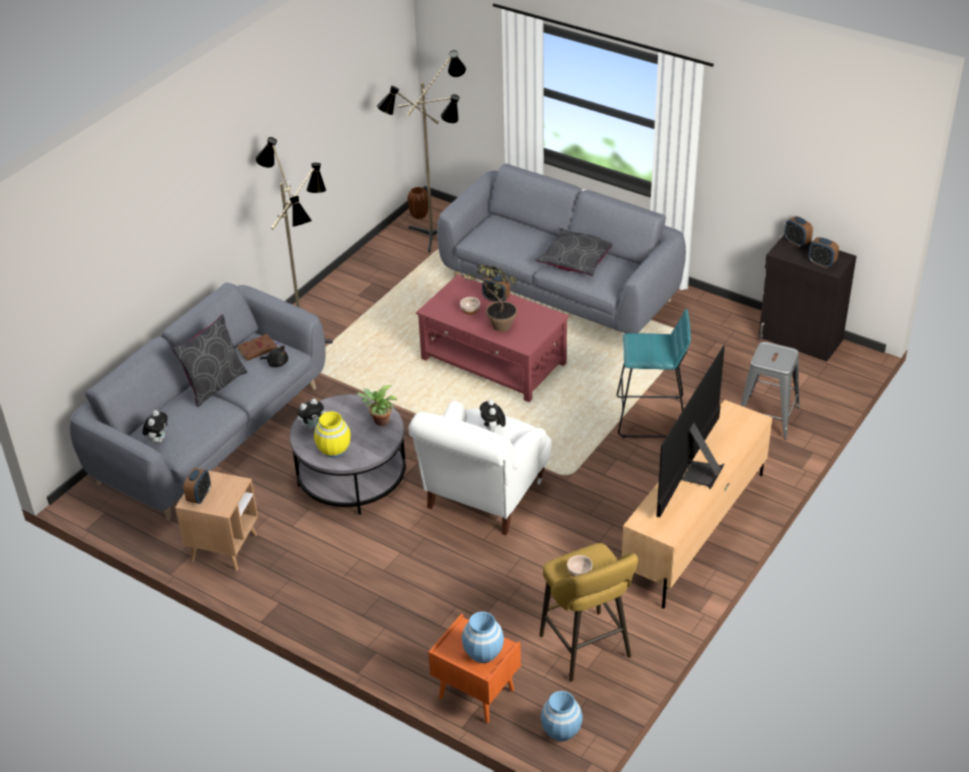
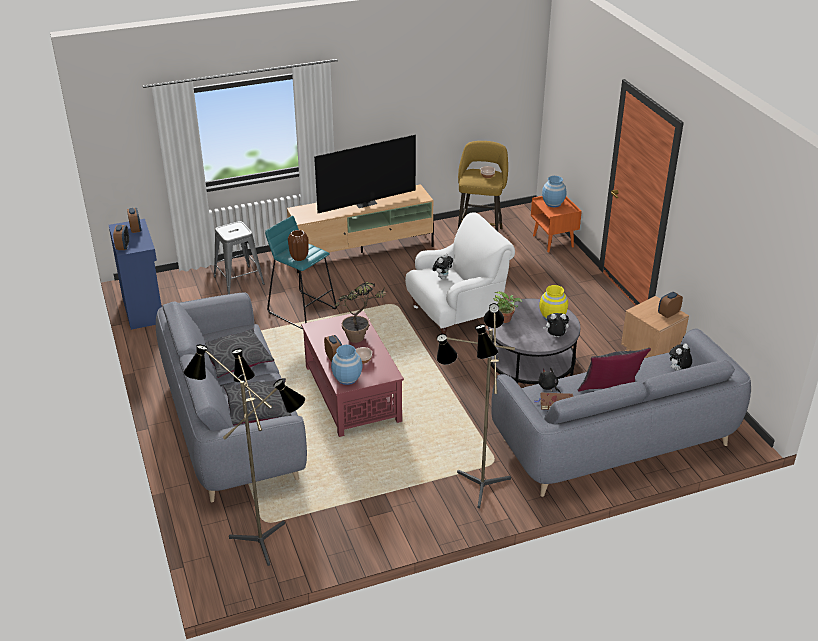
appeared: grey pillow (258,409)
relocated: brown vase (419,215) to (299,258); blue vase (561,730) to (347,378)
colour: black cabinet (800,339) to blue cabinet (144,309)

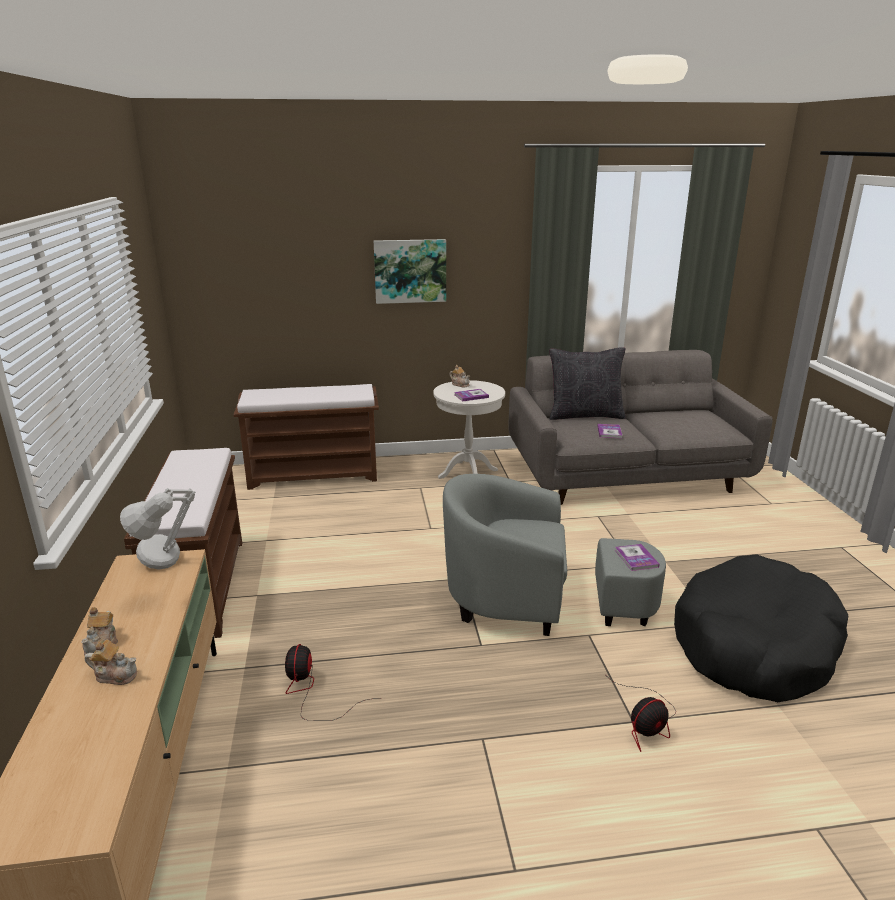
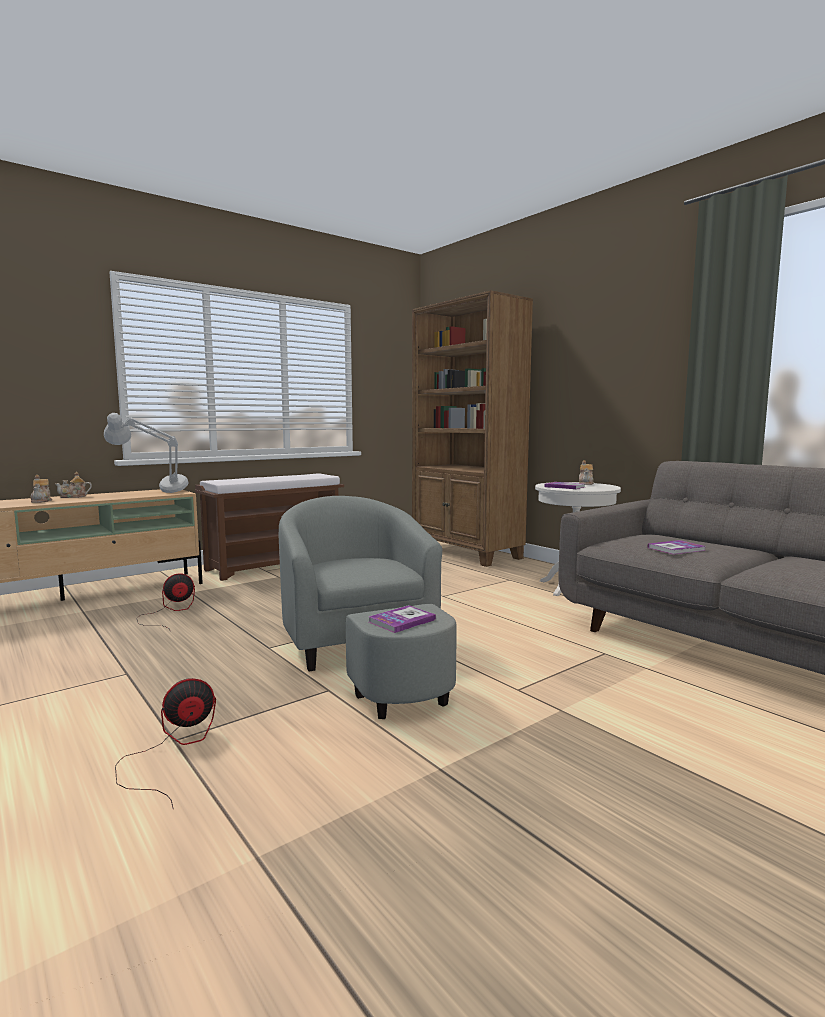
missing: picture (410,271); black pillow (584,415); black dog bed (755,646)
exchanged: brown bench (314,475) to brown bookcase (466,553)
spun: fan (646,723) = (174,748) 120 degrees clockwise

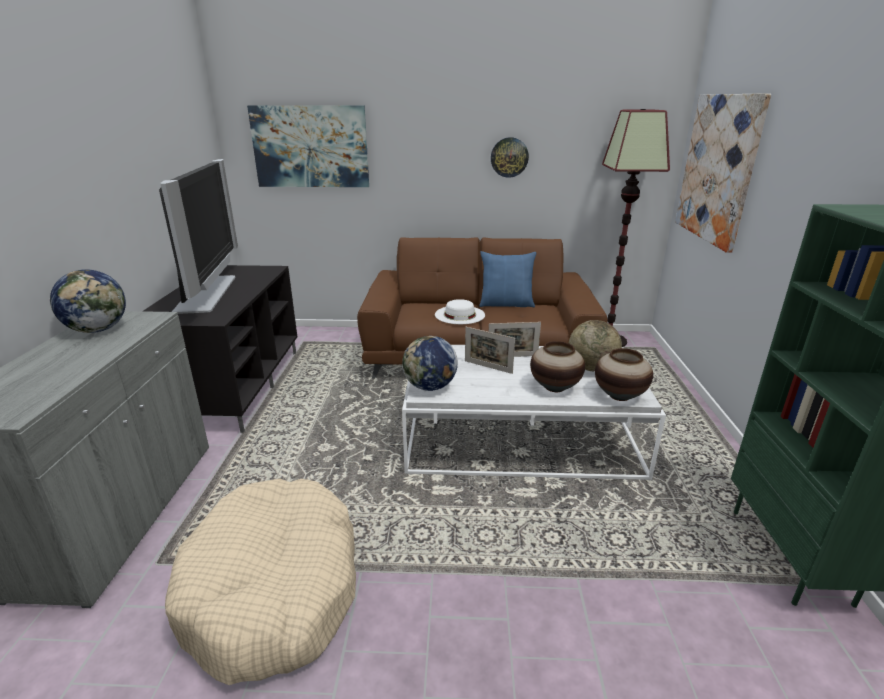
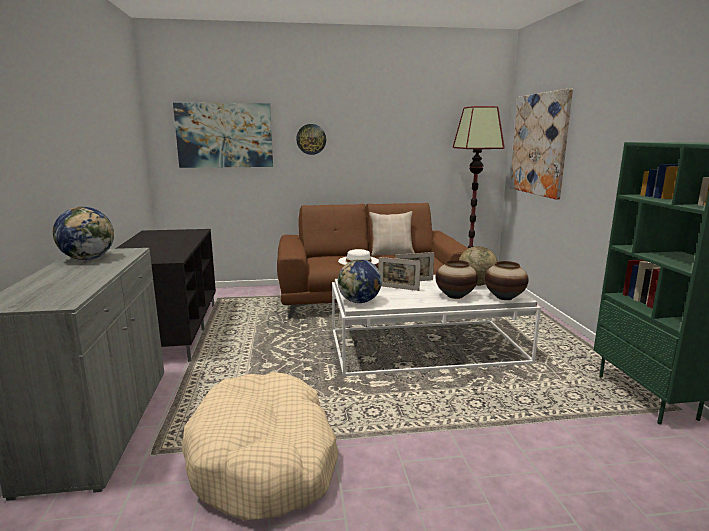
missing: television (209,293)
relocated: wall clock (509,157) to (311,139)
colour: blue pillow (506,304) to beige pillow (391,253)

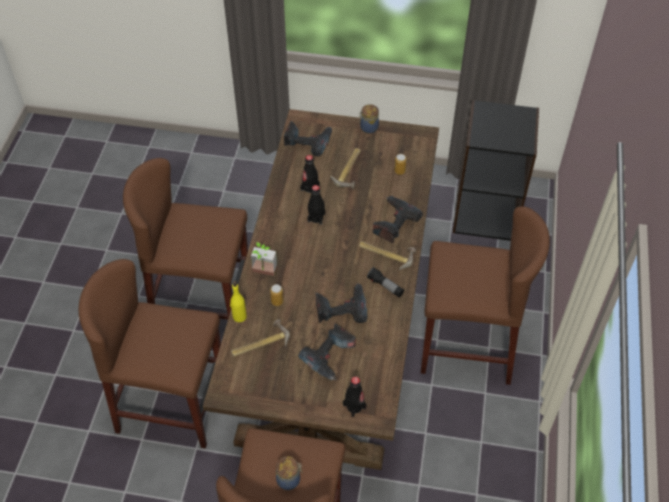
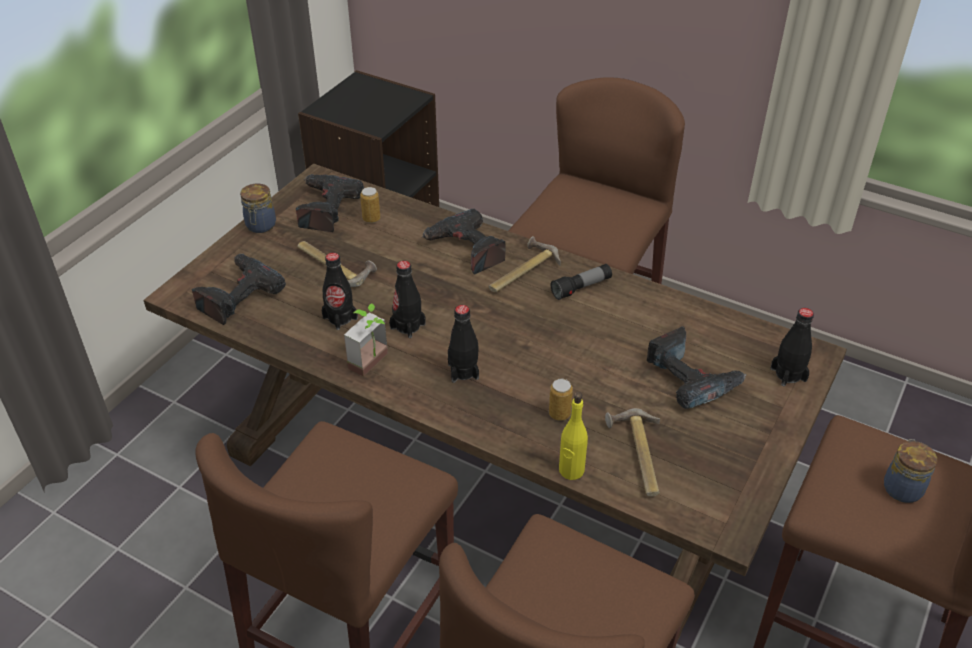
appeared: black bottle (463,371)
relocated: potted plant (263,273) to (374,364); power drill (341,308) to (325,209)

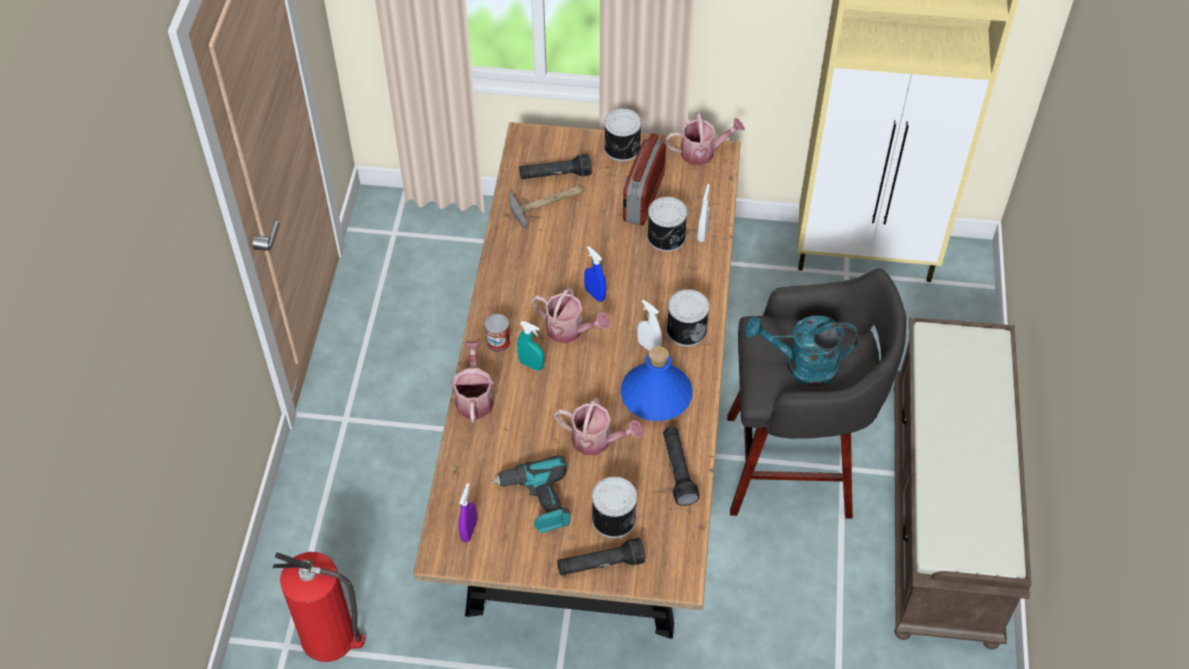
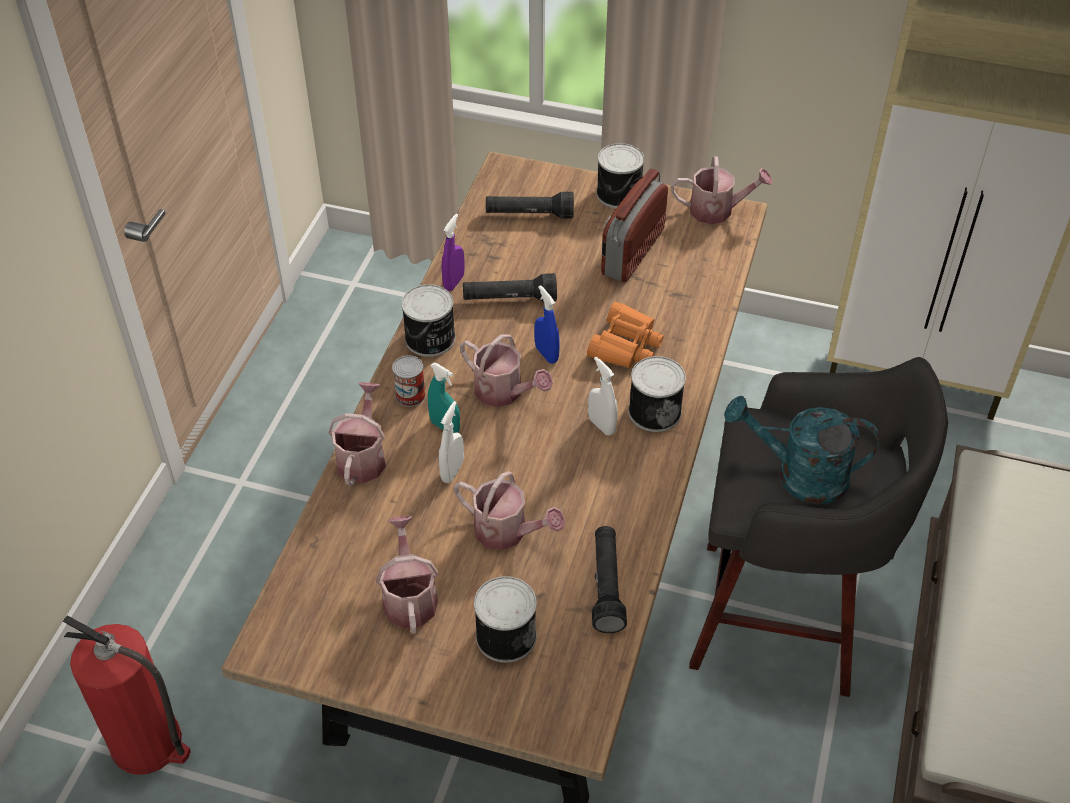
missing: hammer (547,201); blue bottle (656,396)
appeared: orange binoculars (625,346)
relocated: white spray bottle (702,234) to (452,471); can (667,237) to (430,339); purple spray bottle (469,531) to (454,282); black flashlight (600,565) to (509,299)
exchanged: power drill (537,500) to watering can (409,597)

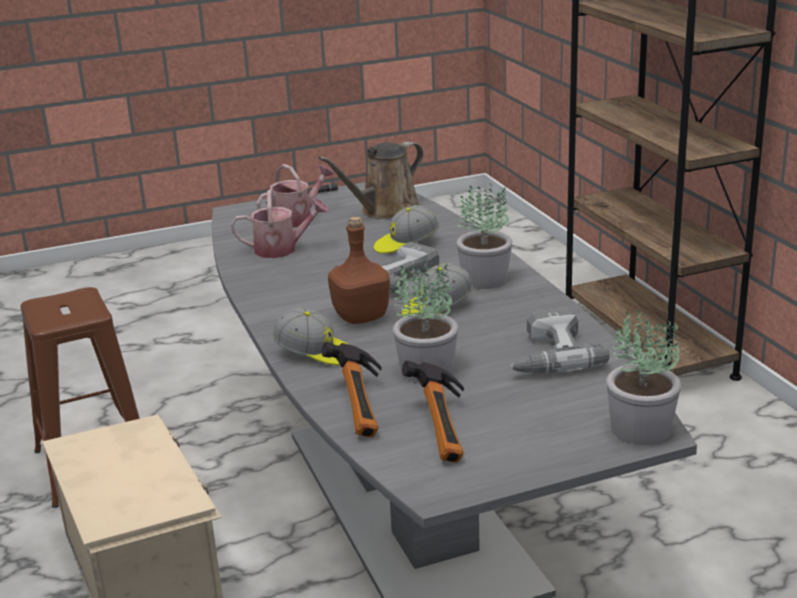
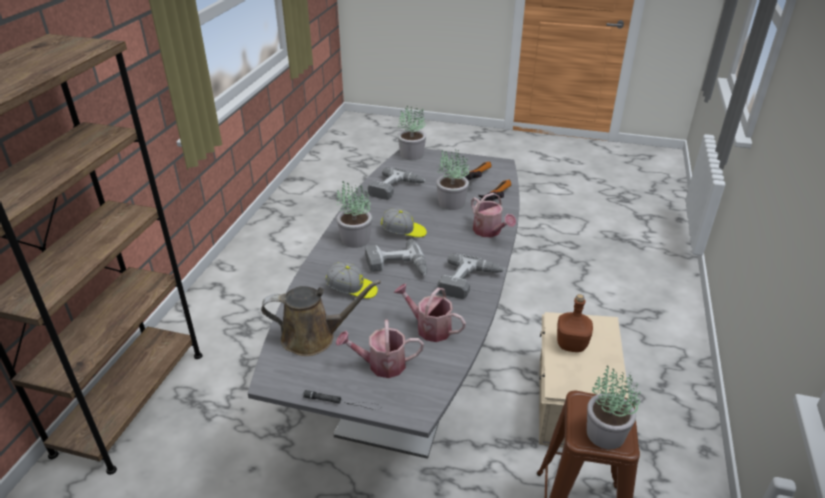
appeared: power drill (469,282); potted plant (604,433)
relocated: brown bottle (361,317) to (571,344)
exchanged: cap (315,354) to watering can (489,232)

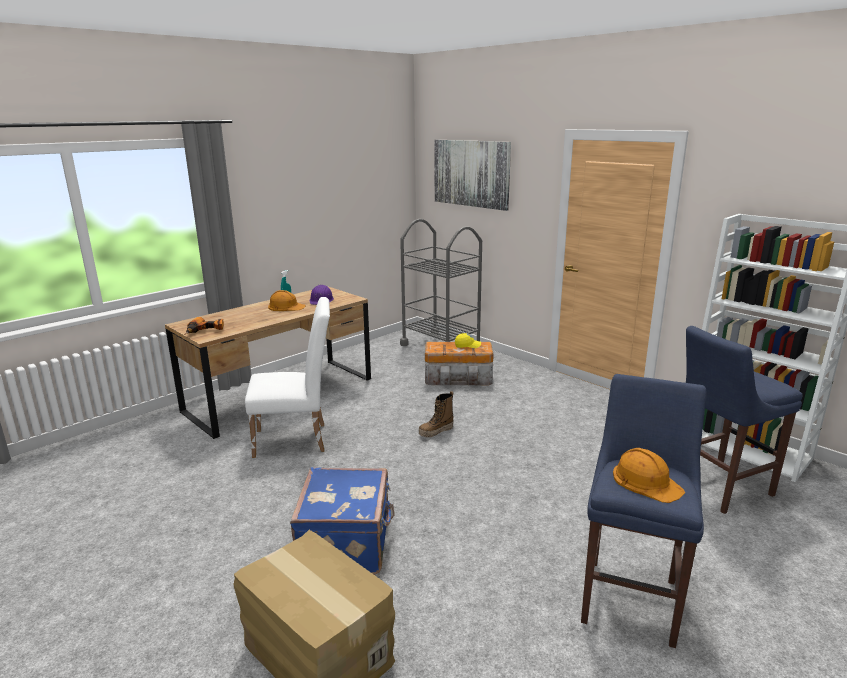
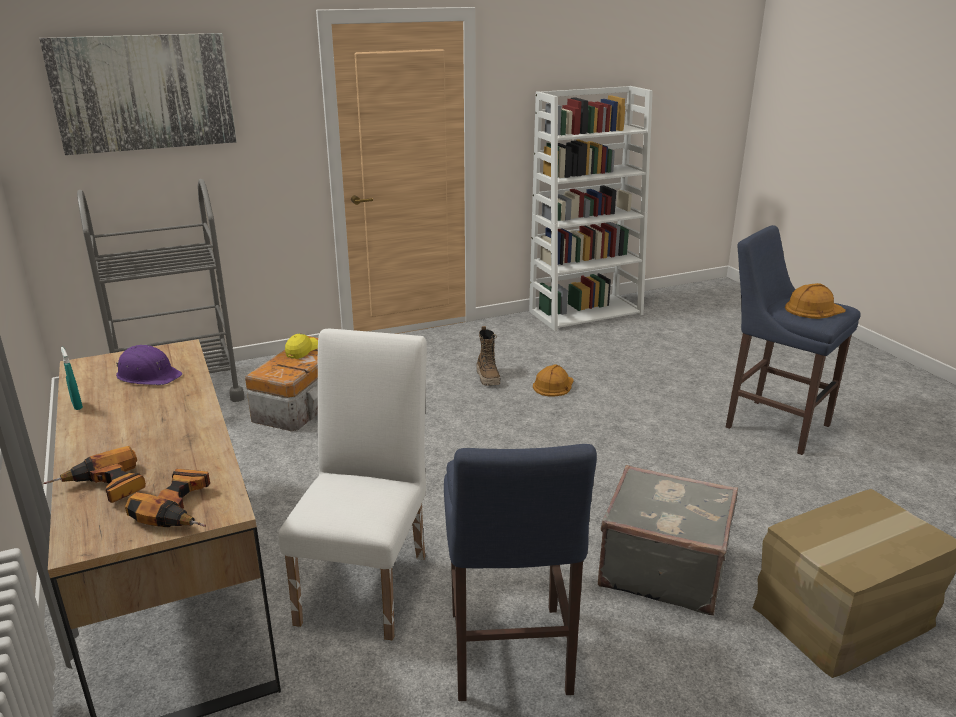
appeared: power drill (106,488)
relocated: orange hard hat (286,306) to (553,385); blue stool (717,487) to (509,657); boot (436,431) to (488,378)
colour: blue suitcase (347,544) to grey suitcase (662,568)

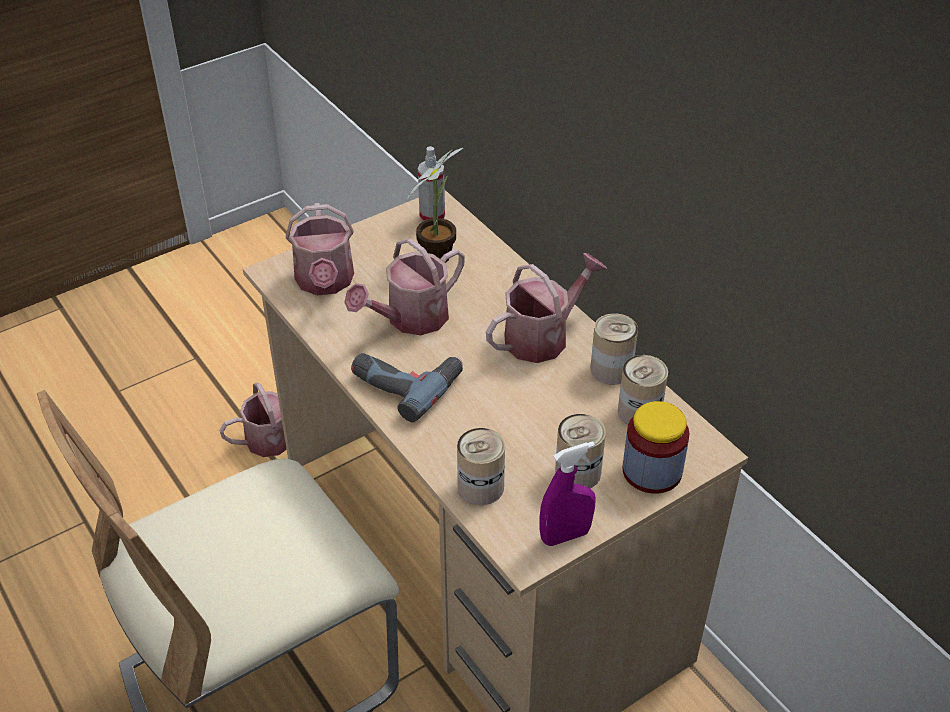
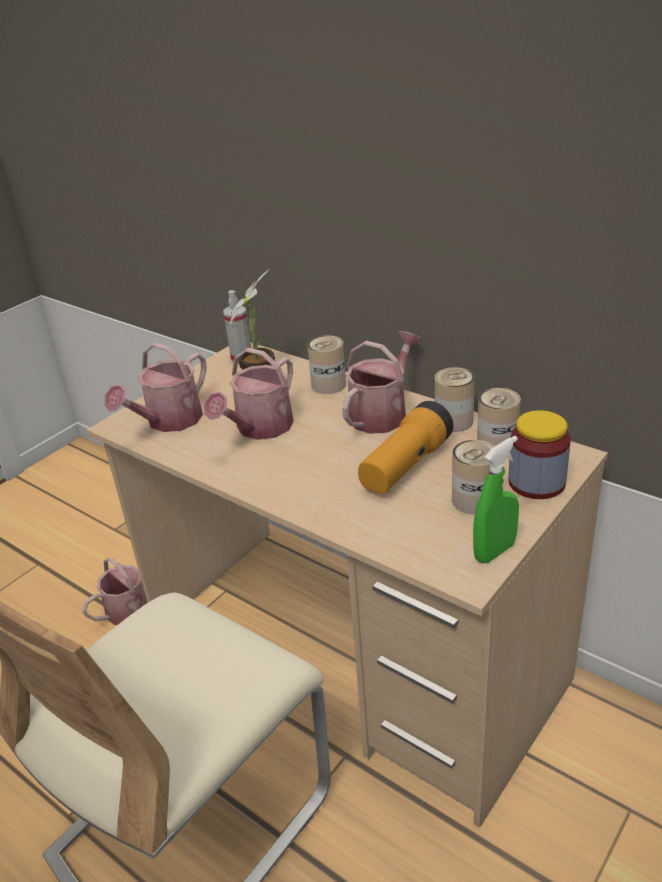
missing: power drill (406,381)
appeared: flashlight (405,466)
relocated: can (480,487) to (328,385)
colour: purple spray bottle (565,536) to green spray bottle (494,551)
spun: watering can (325,282) = (168,421) 60 degrees clockwise

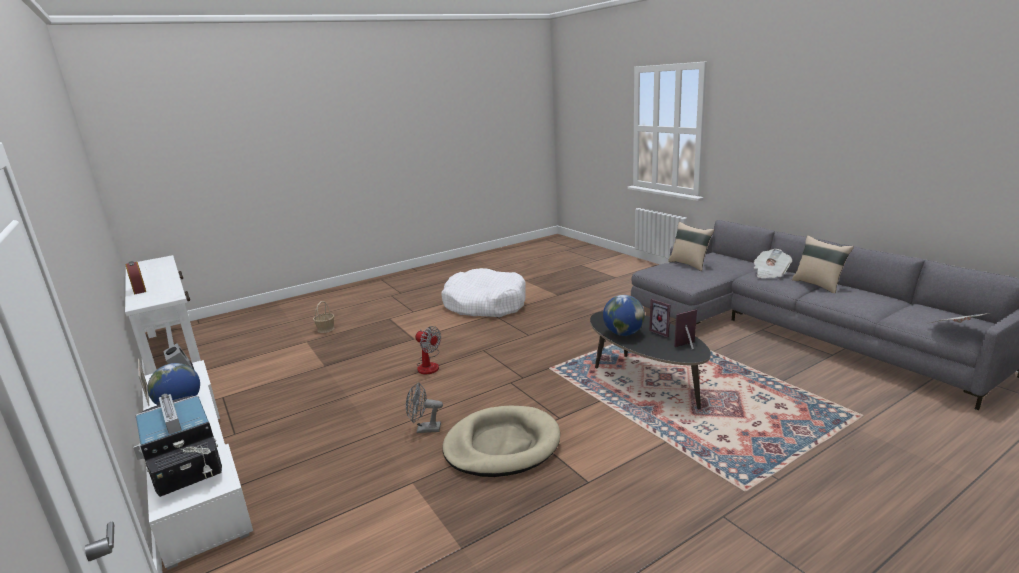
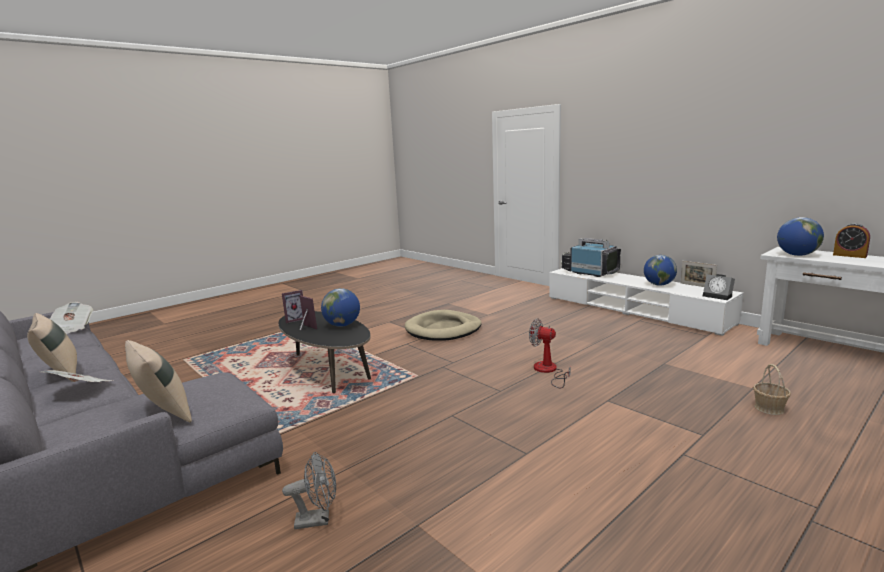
missing: white dog bed (485,304)
appeared: globe (797,255)
relocated: grey fan (424,429) to (318,520)

